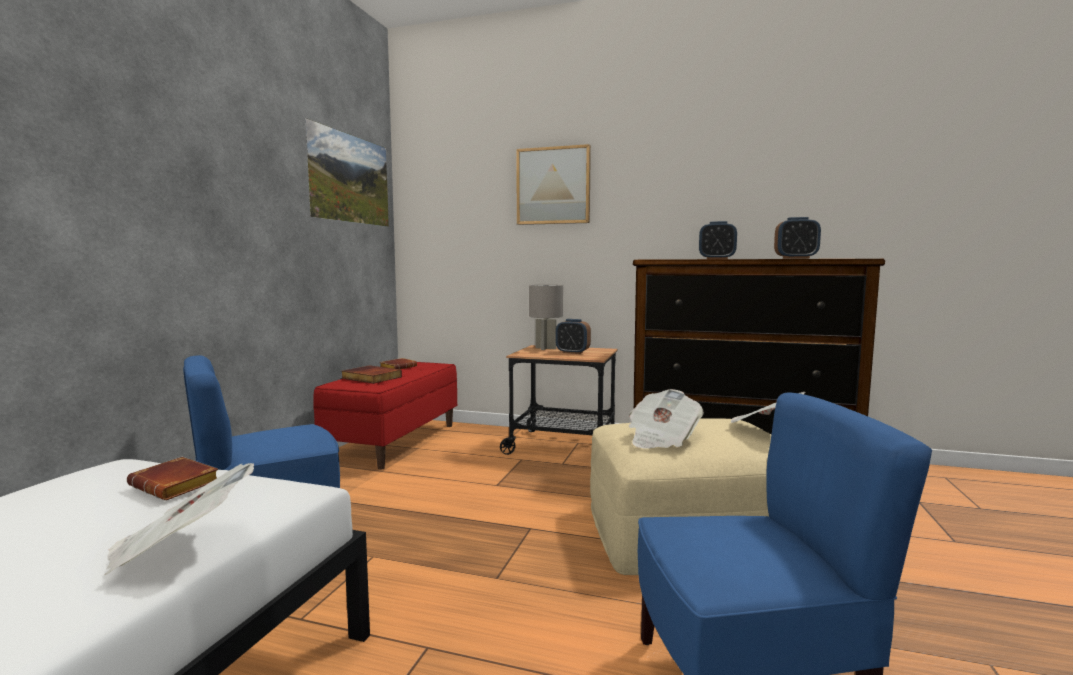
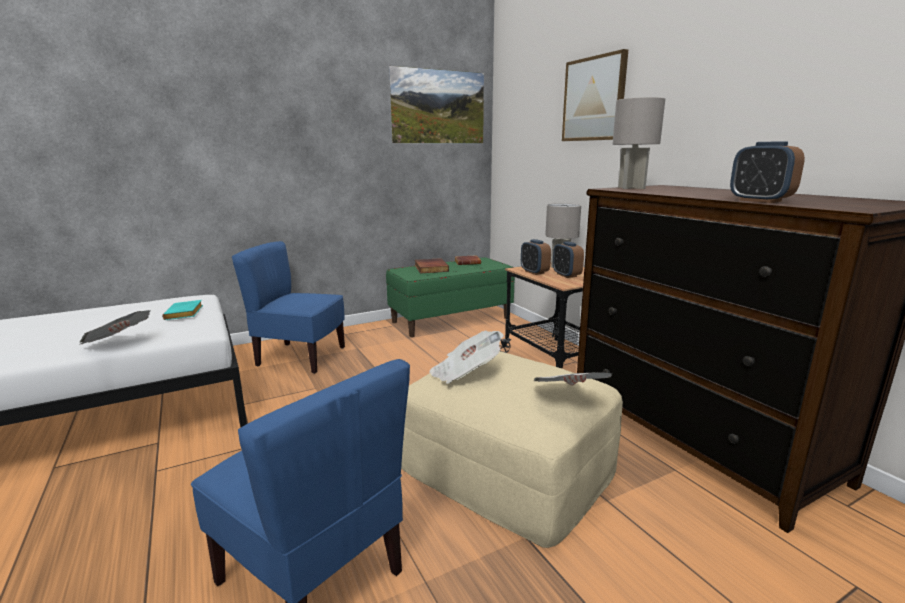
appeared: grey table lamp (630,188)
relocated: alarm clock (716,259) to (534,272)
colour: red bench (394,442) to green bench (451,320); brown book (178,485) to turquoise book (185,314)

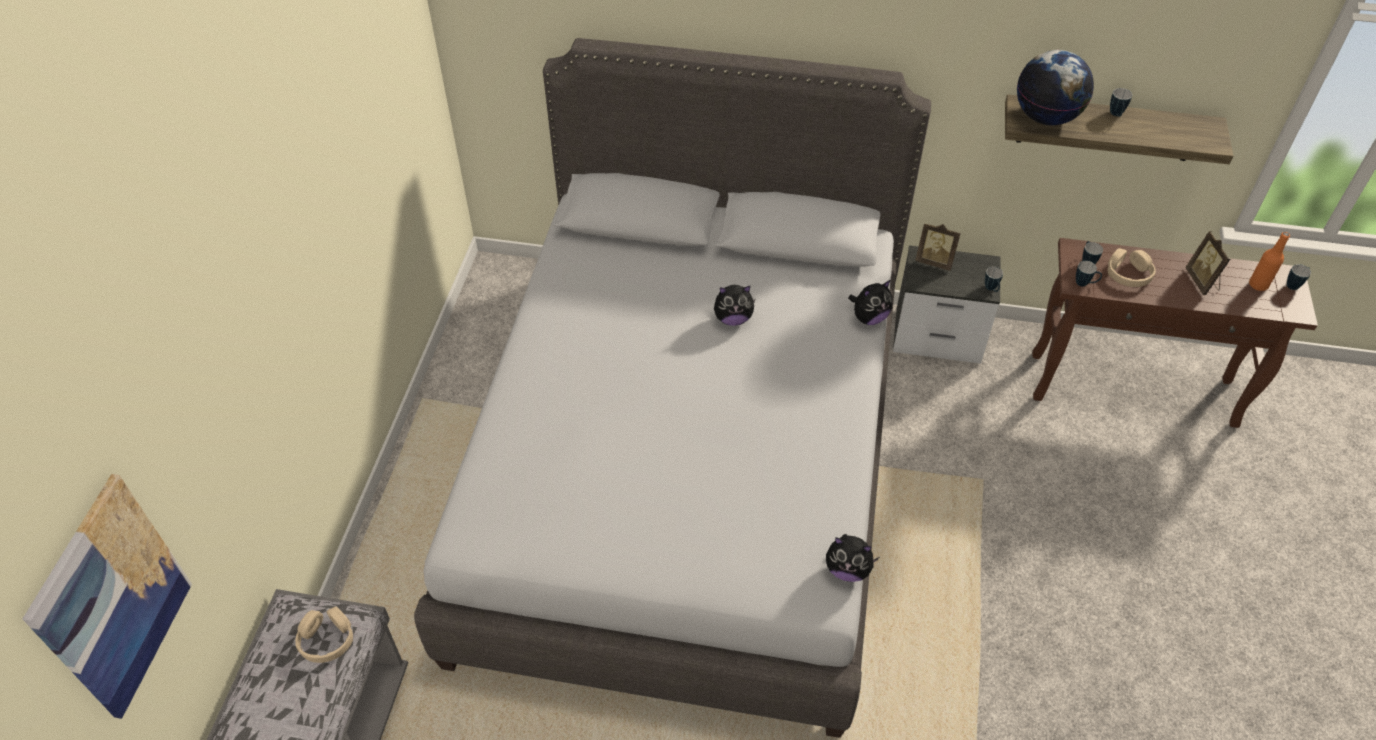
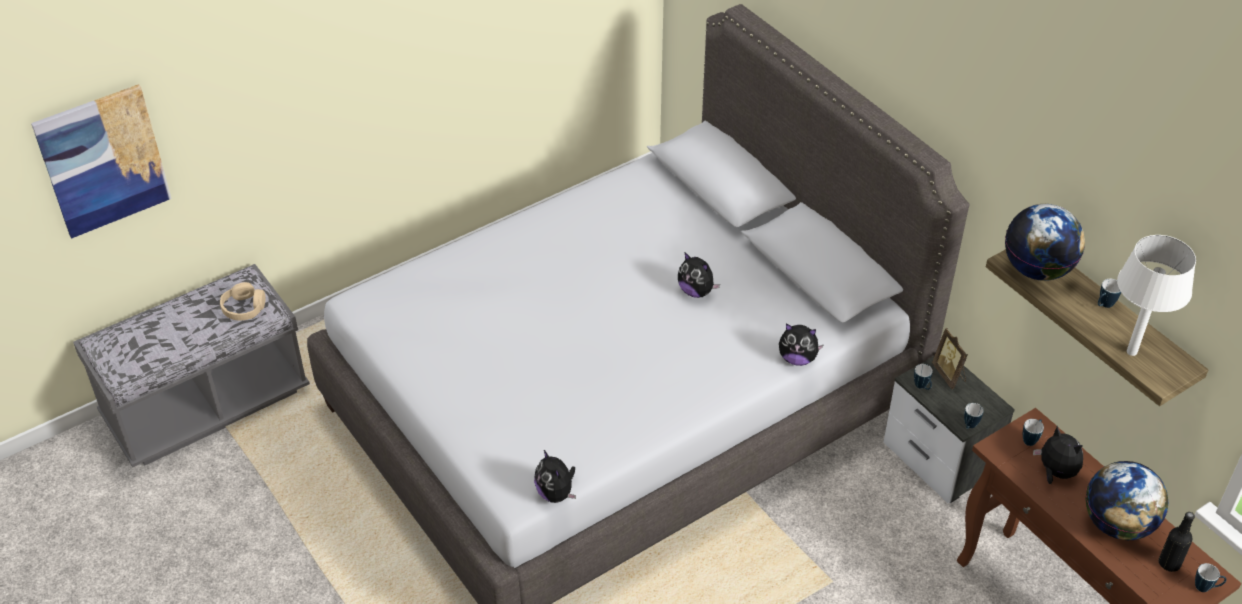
appeared: white table lamp (1131,351)
relocated: mug (1085,284) to (922,387)
exchanged: picture frame (1202,281) to globe (1117,524); beige headphones (1128,274) to plush toy (1055,472)
colour: orange bottle (1258,285) to black bottle (1169,563)

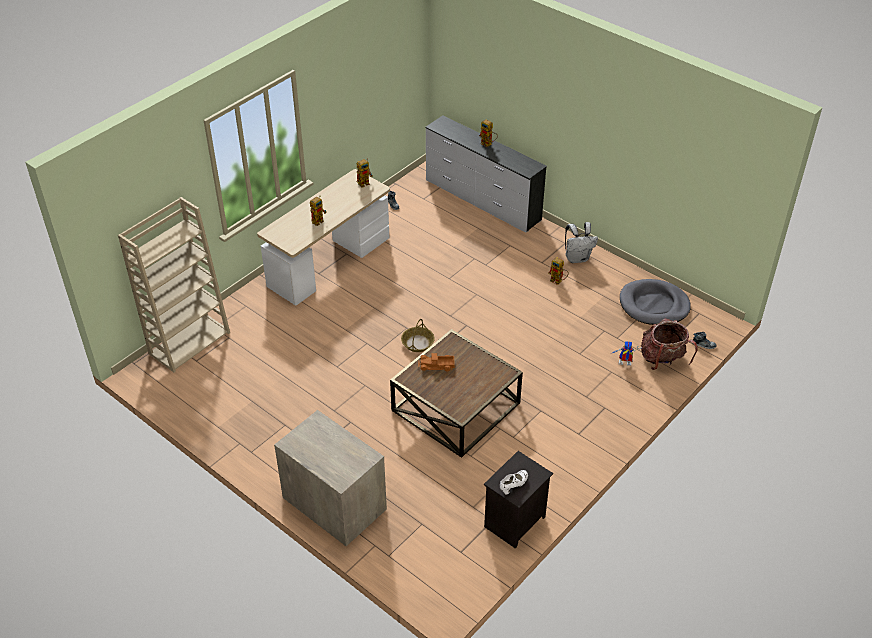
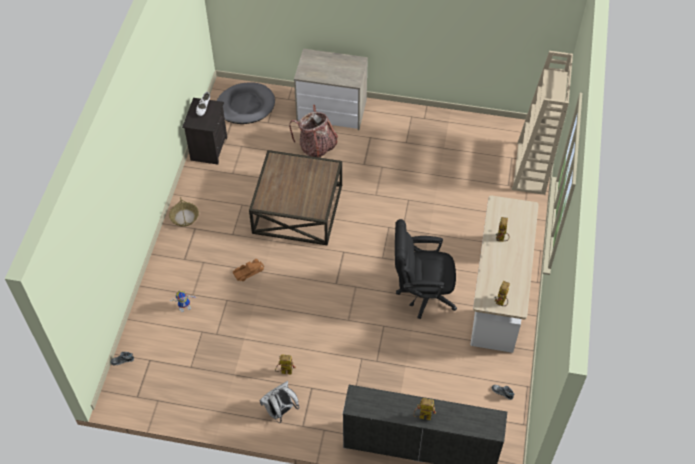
appeared: black office chair (421,293)
relocated: grey dog bed (654,305) to (245,105); backpack (663,359) to (316,147); basket (417,343) to (184,217); toy truck (436,366) to (248,272)

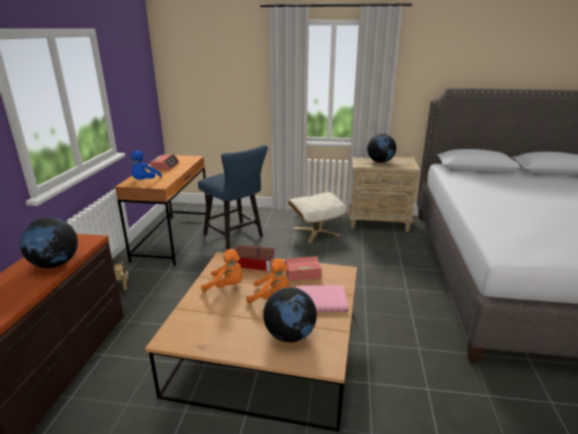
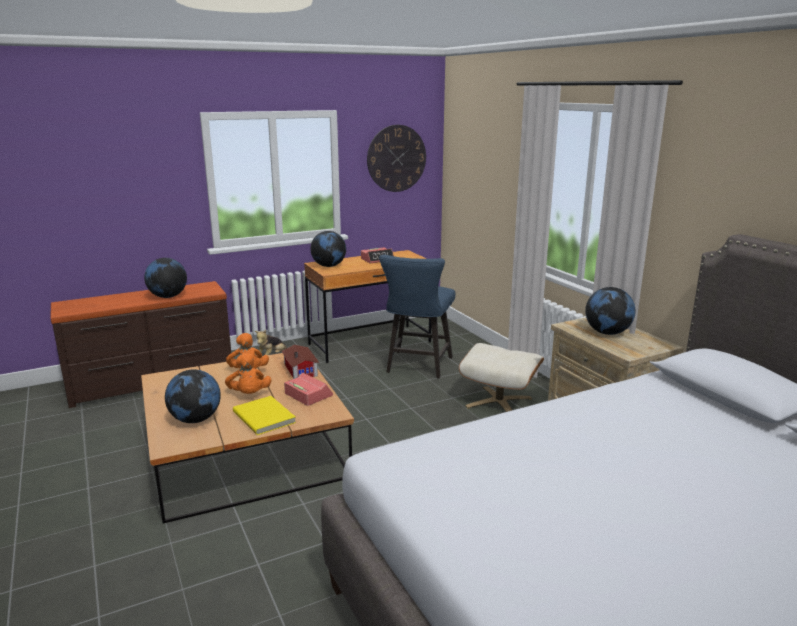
appeared: wall clock (396,158)
exchanged: blue plush toy (145,181) to globe (329,266)
colour: pink book (320,300) to yellow book (265,417)

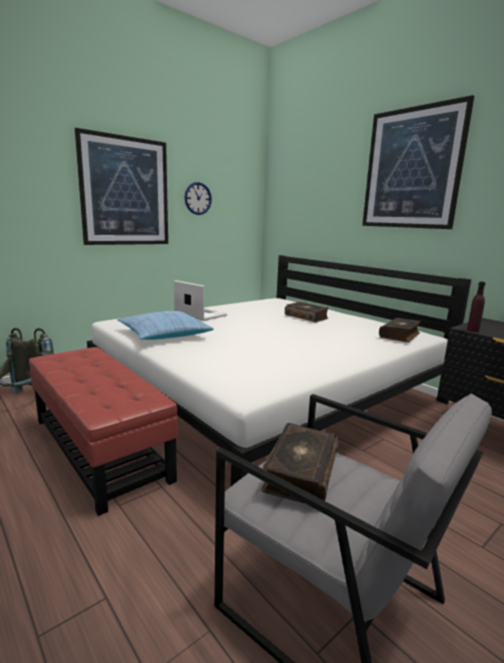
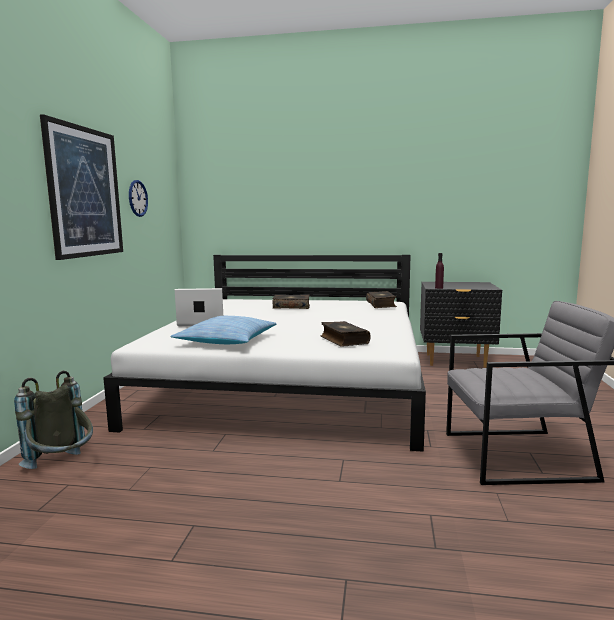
missing: picture (412,169); red ottoman (100,448)
relocated: book (300,472) to (343,340)

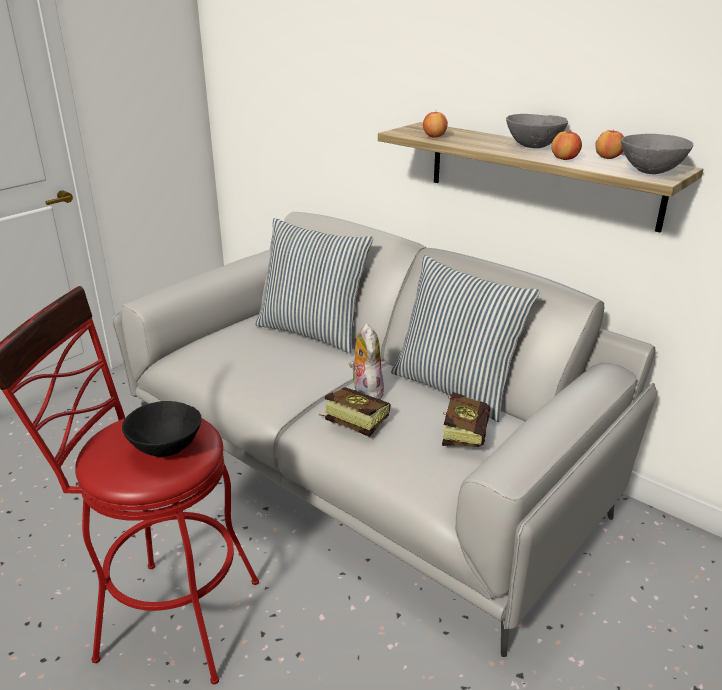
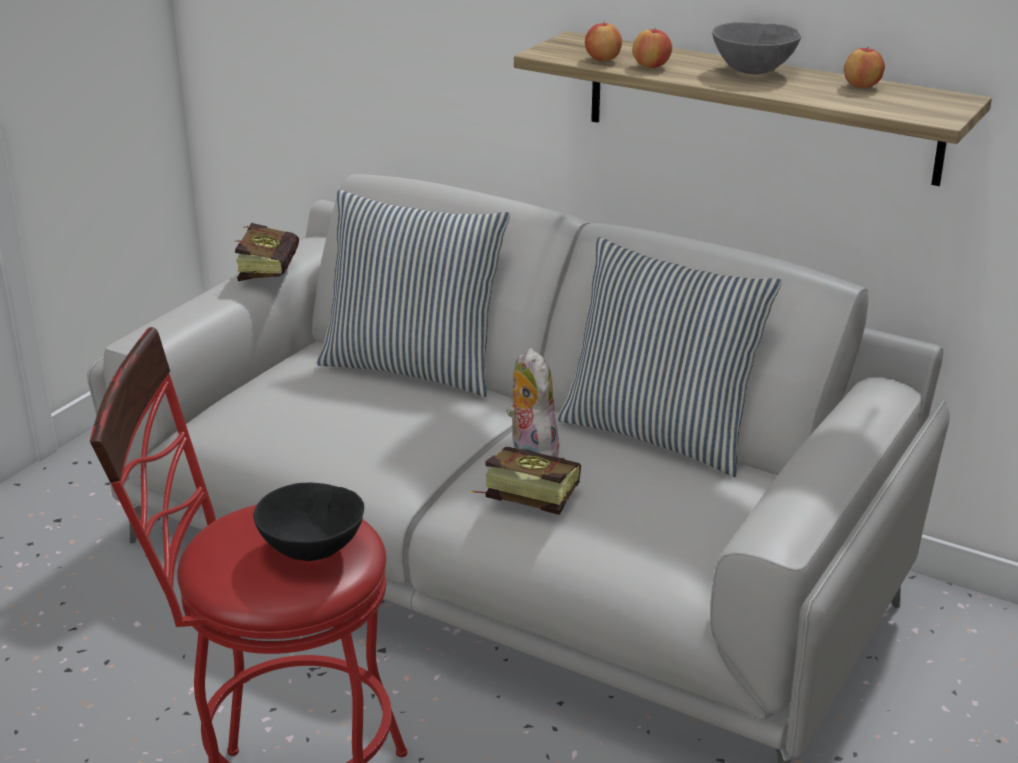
missing: grey bowl (649,172)
relocated: apple (564,159) to (651,66); book (465,433) to (270,270)

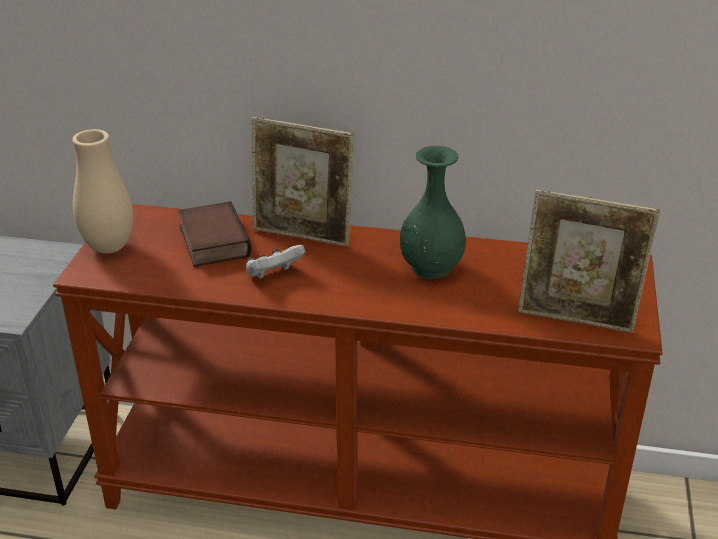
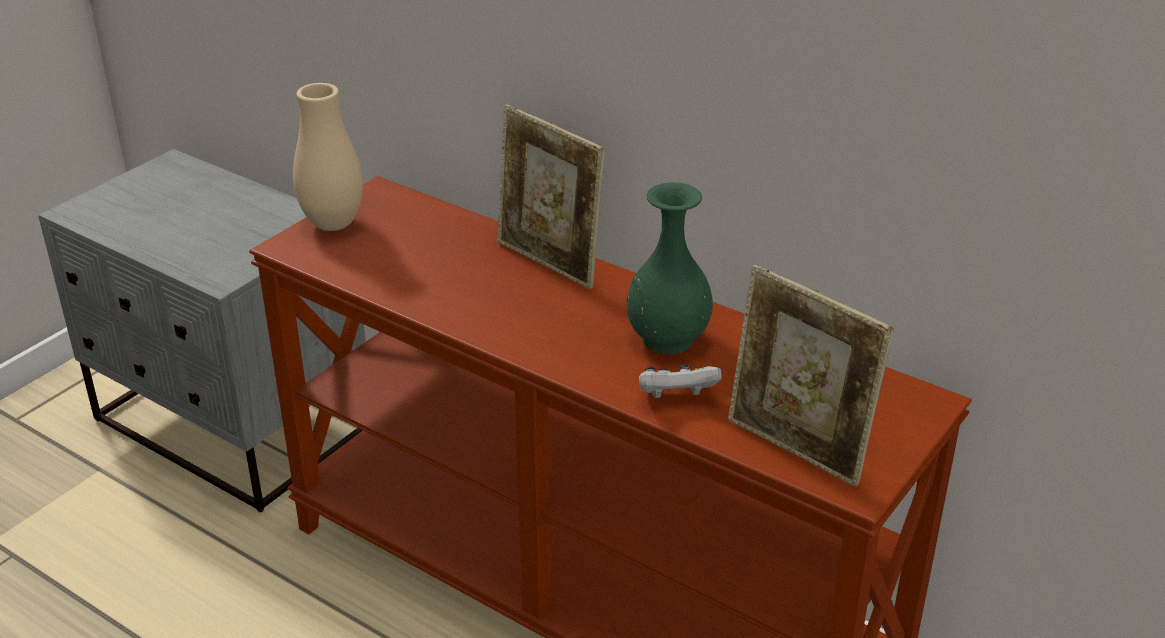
missing: book (211,241)
relocated: white game controller (273,274) to (676,397)

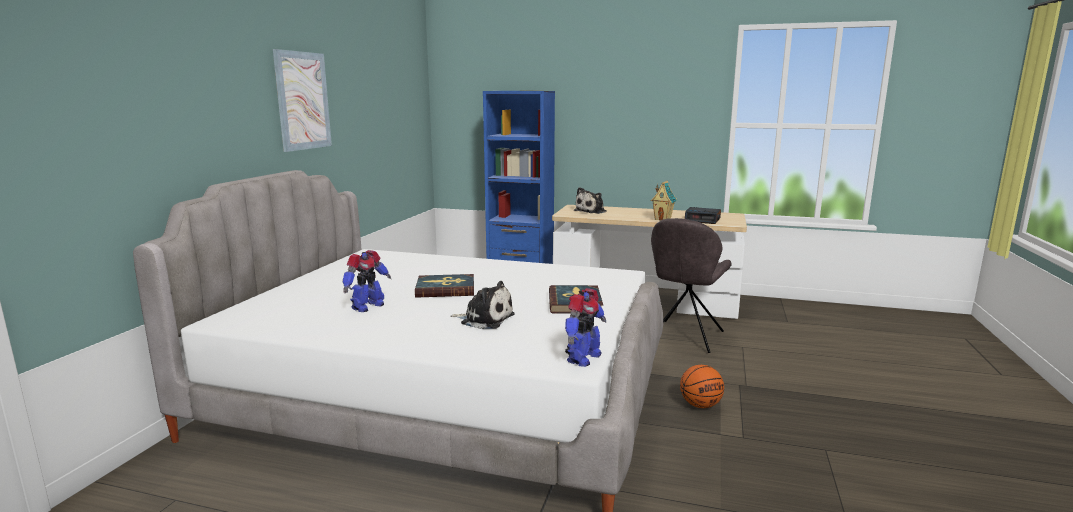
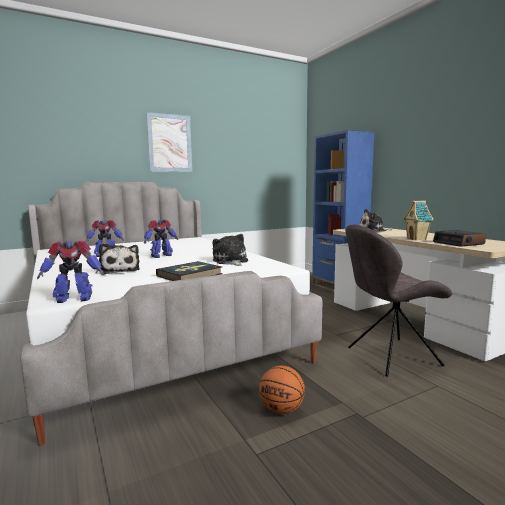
appeared: plush toy (230,261)
exchanged: book (445,289) to toy robot (161,256)

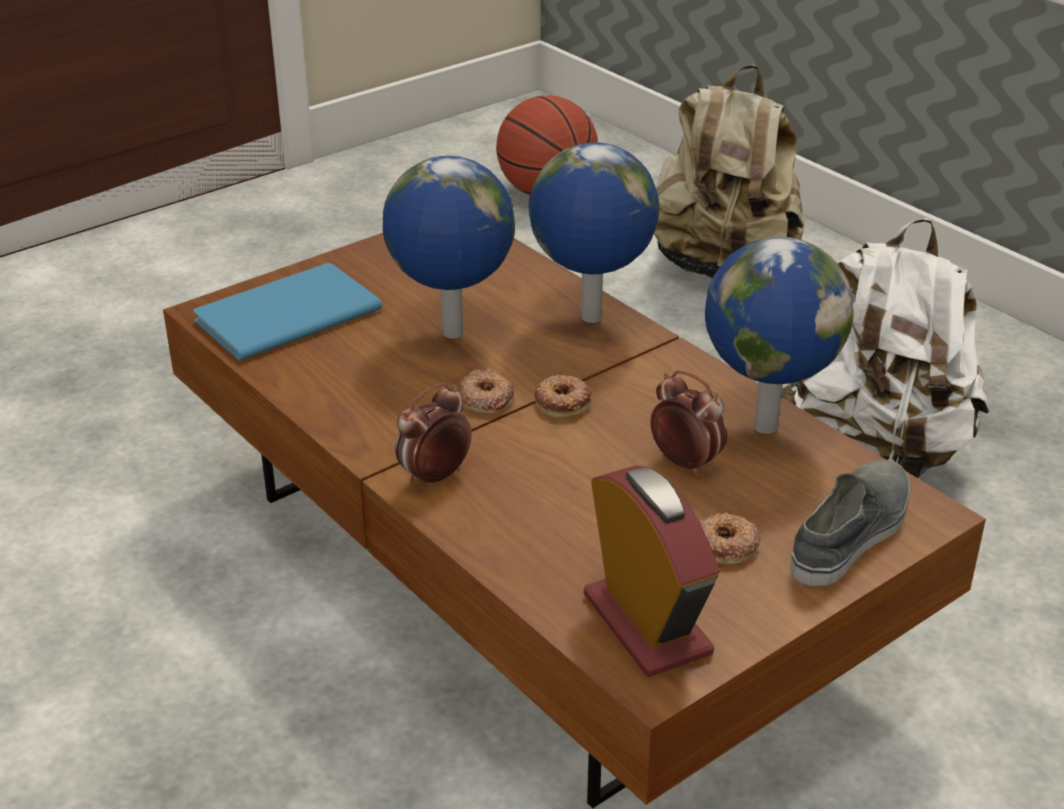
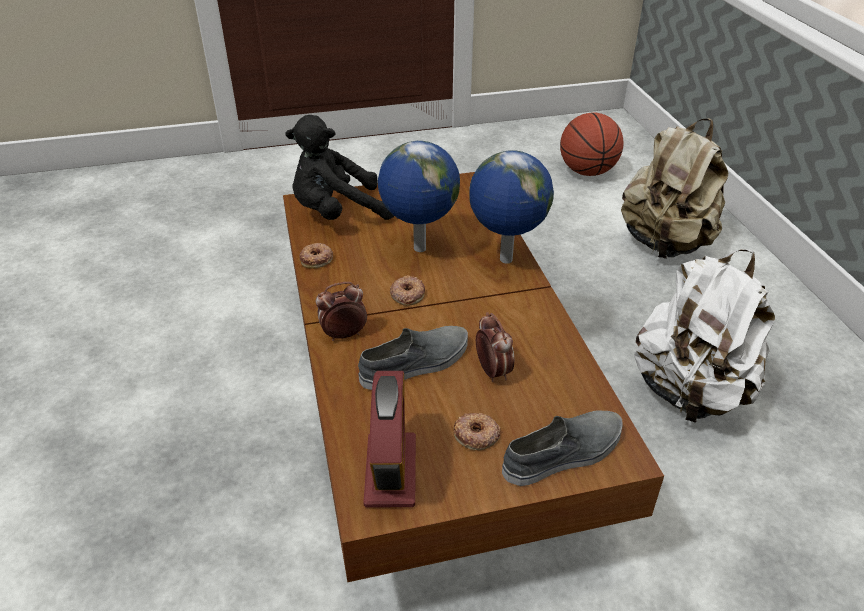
missing: globe (763,426)
appeared: grey shoe (416,364)
relocated: donut (563,402) to (317,259)
exchanged: blue book (281,314) to black plush toy (338,213)

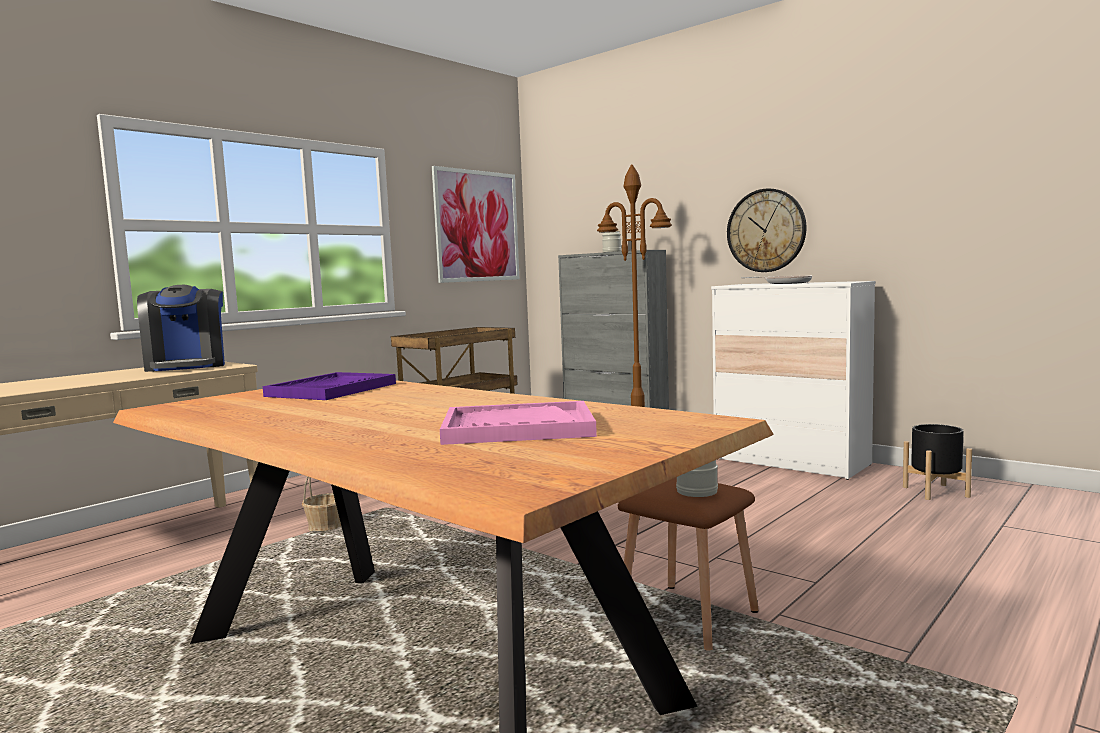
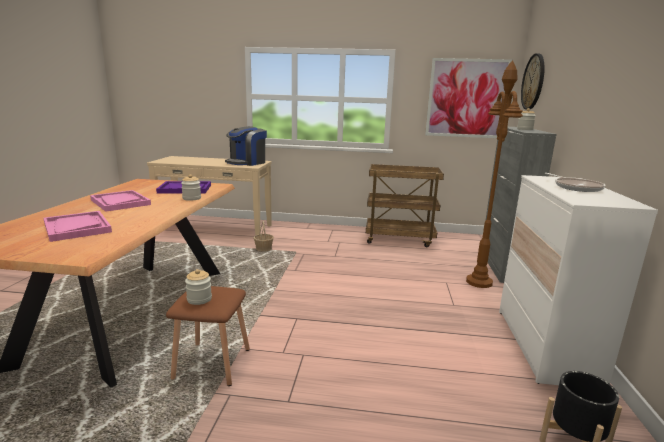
appeared: jar (191,198); pink tray (120,202)
relocated: wall clock (766,230) to (533,82)

